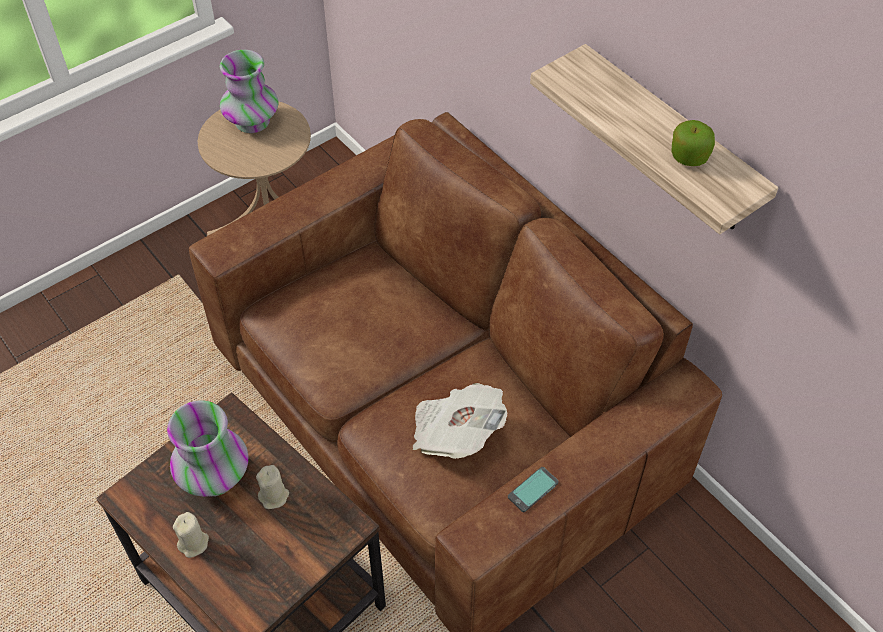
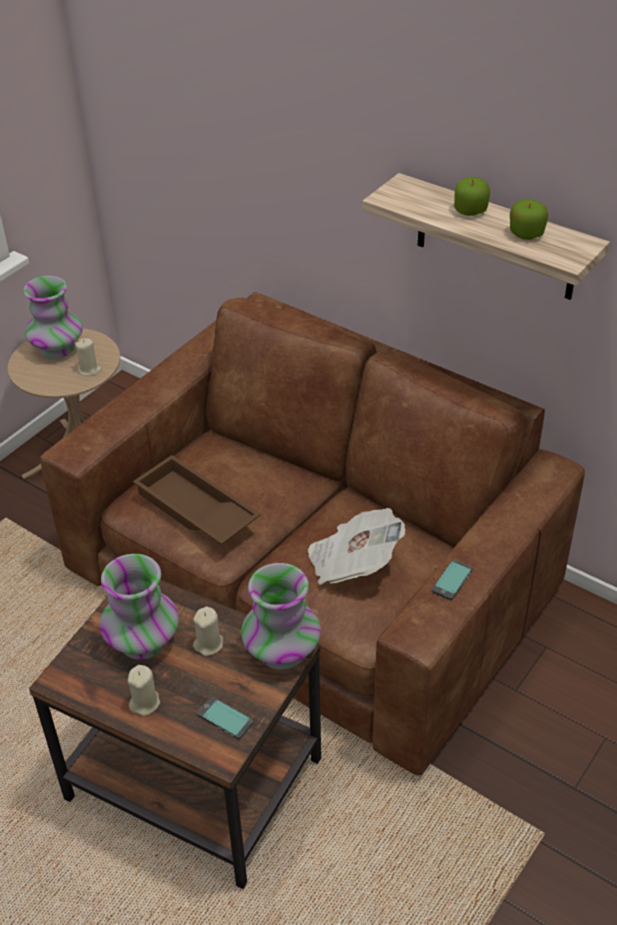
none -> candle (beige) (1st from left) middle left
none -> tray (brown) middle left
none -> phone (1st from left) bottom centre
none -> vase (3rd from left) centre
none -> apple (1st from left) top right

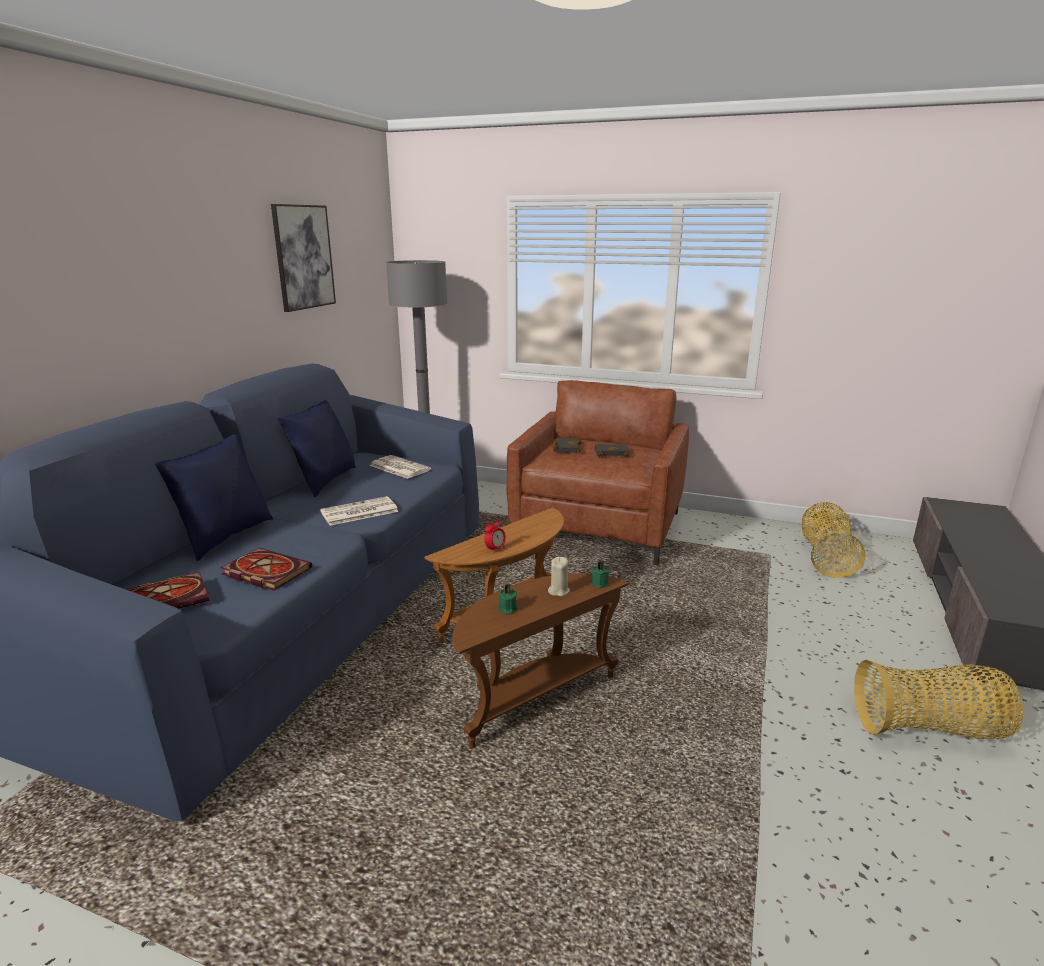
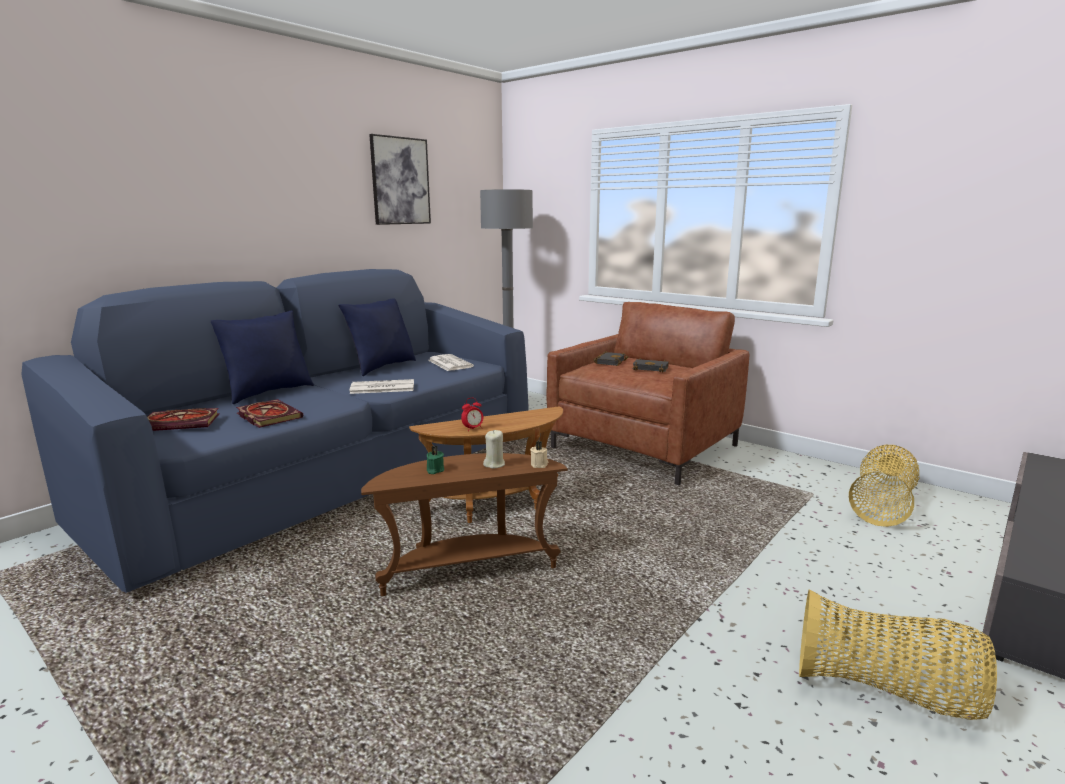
candle (green) (2nd from left) centre -> candle (beige) (2nd from left) centre

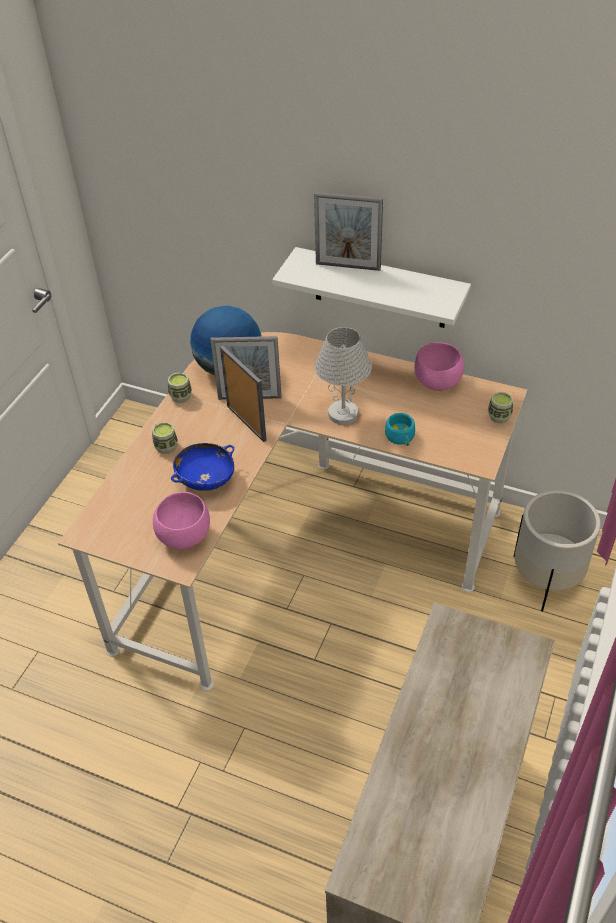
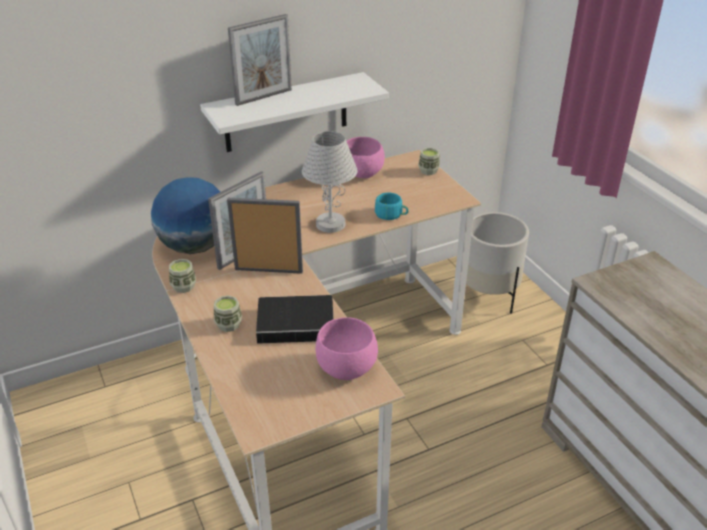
bowl (blue) middle left -> book centre

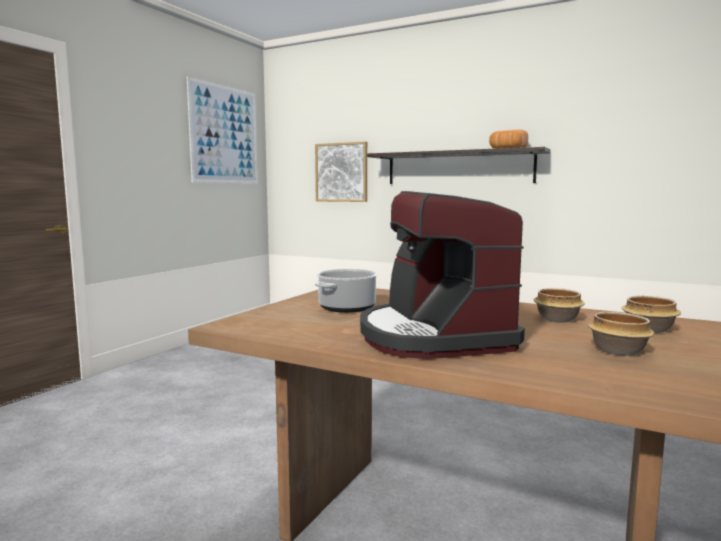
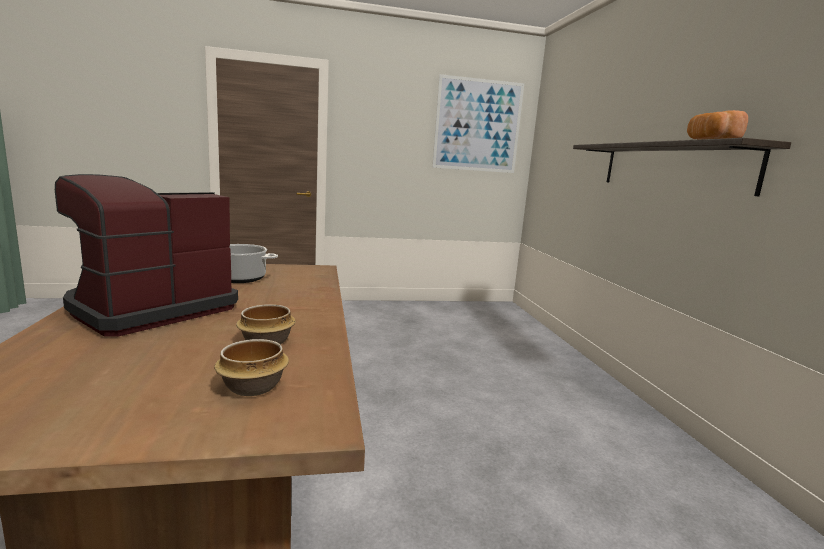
picture (2nd from left) top centre -> none
bowl (2nd from left) middle right -> none

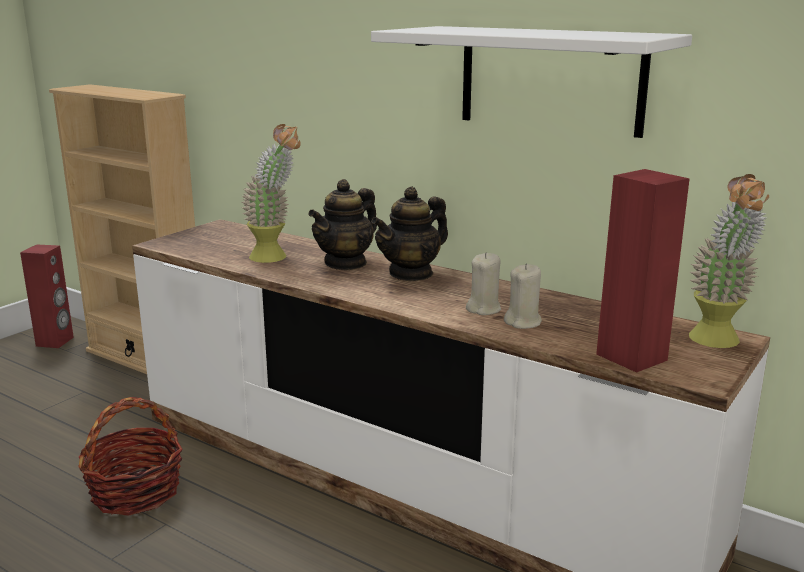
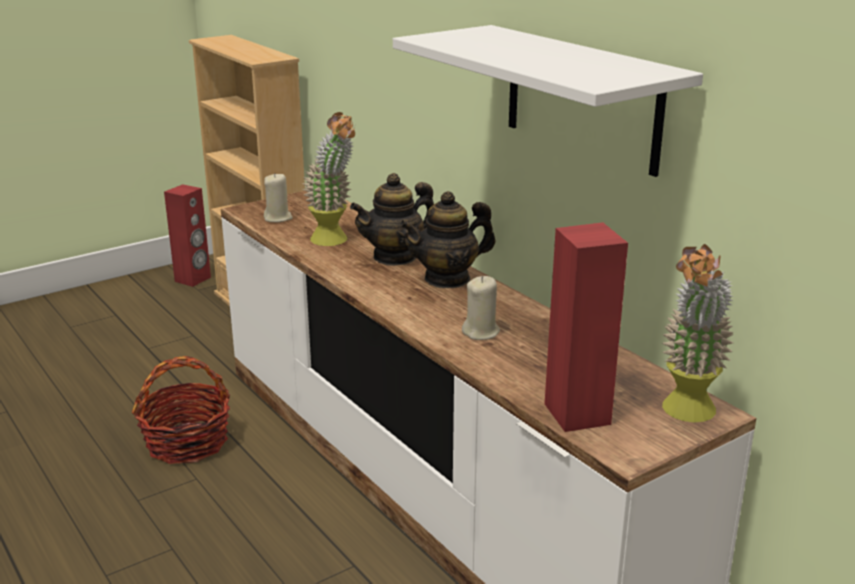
candle (beige) (2nd from left in the first image) centre -> candle (beige) (1st from left) middle left, move

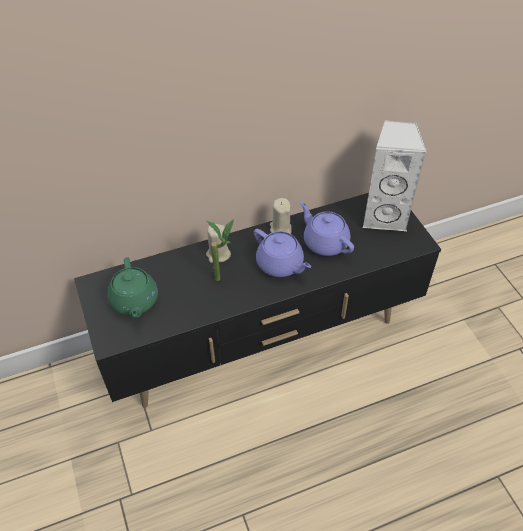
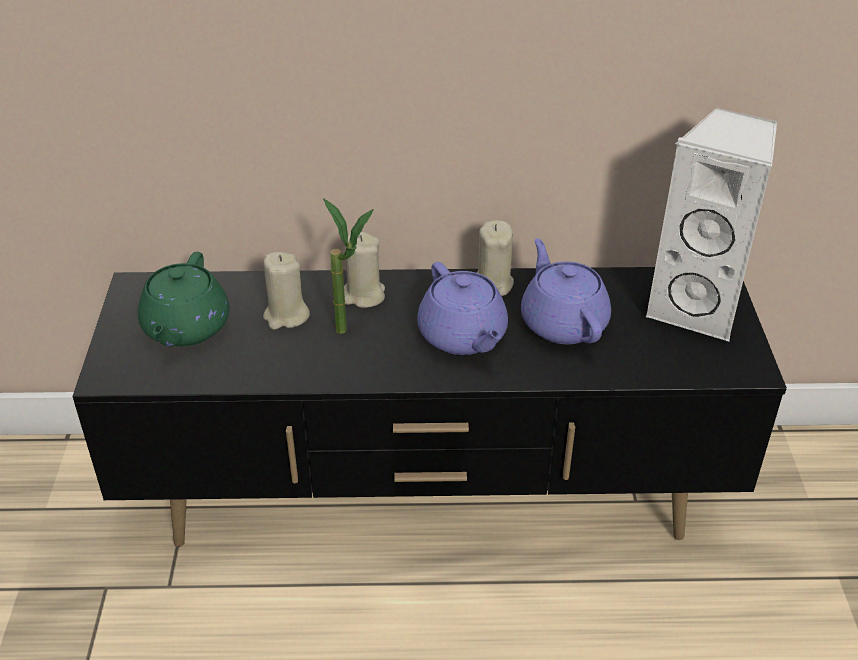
none -> candle (beige) (1st from left) centre

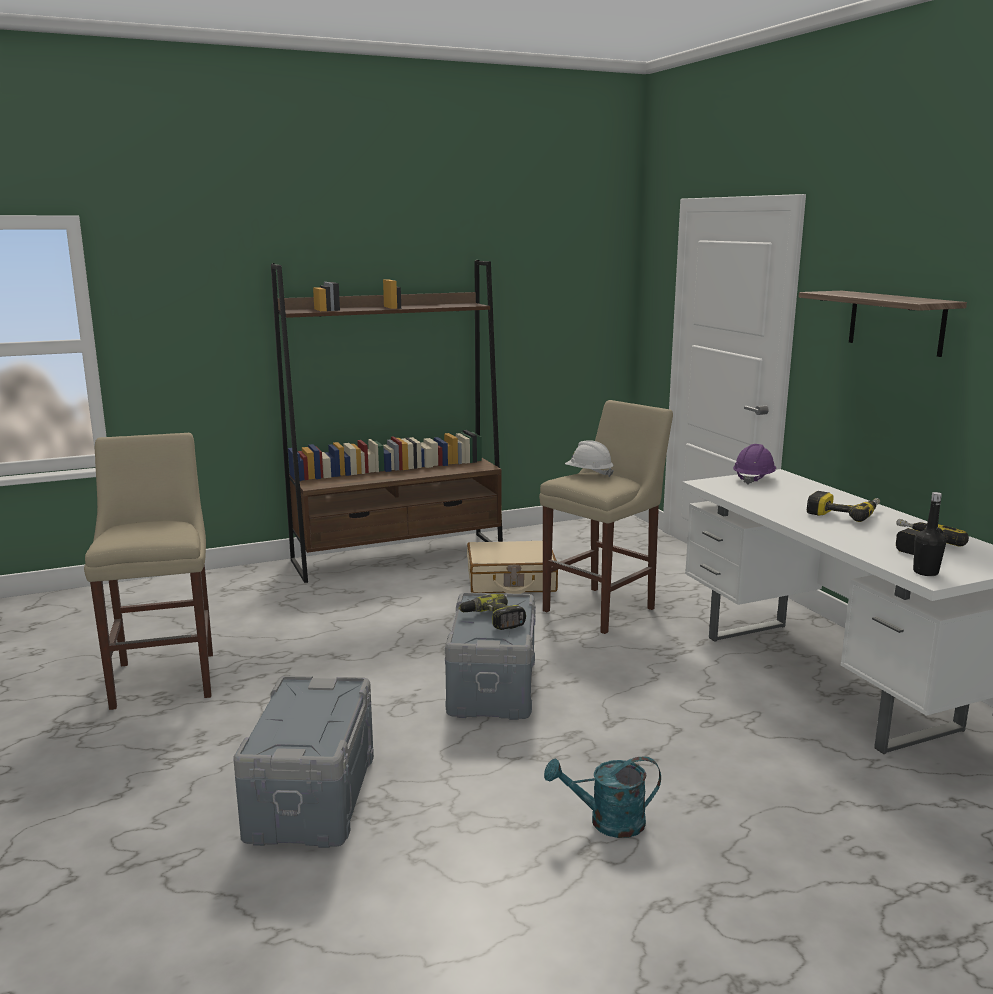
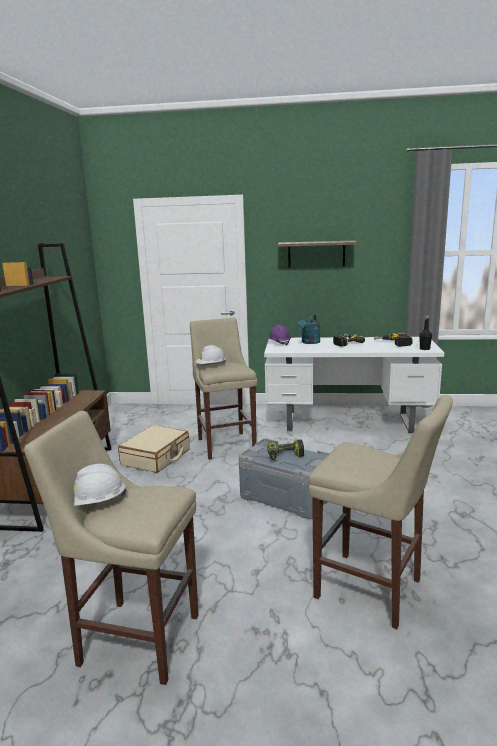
none -> hard hat (white) (1st from left) middle left
watering can (turquoise) bottom centre -> watering can (turquoise) centre, move
storage box (grey) (1st from left) bottom left -> stool (beige) (3rd from left) bottom right

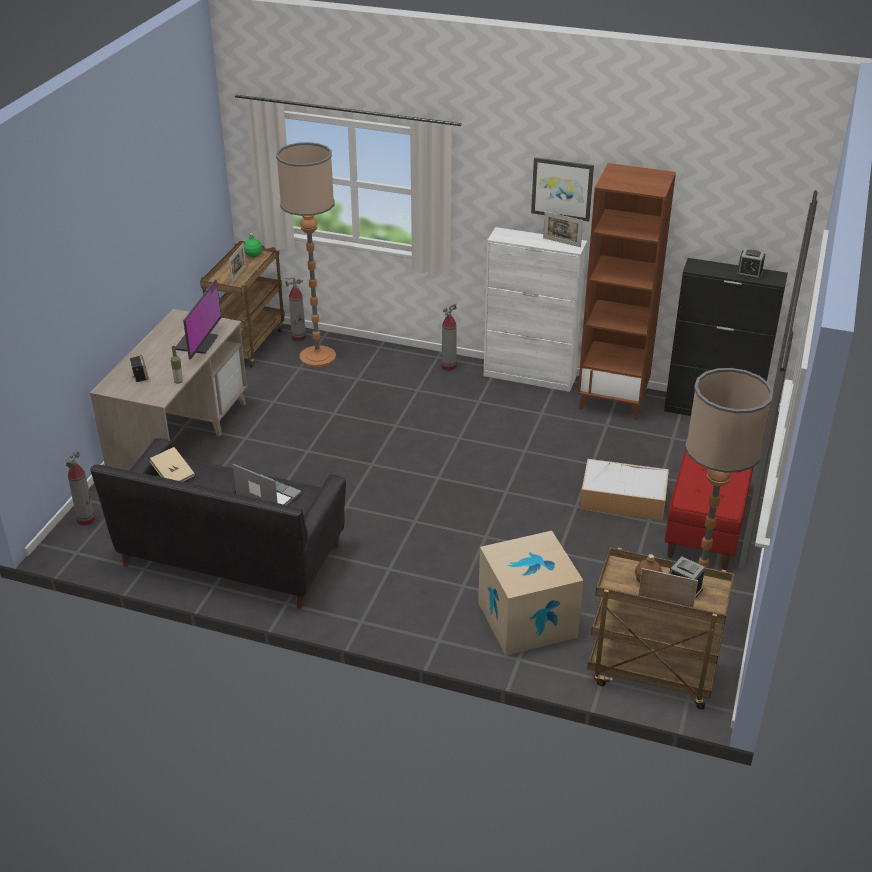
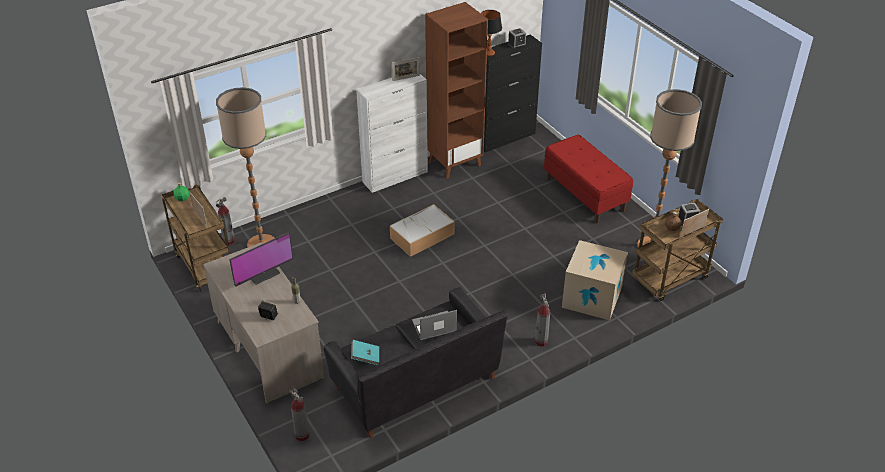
picture top centre -> none
none -> table lamp top centre
fire extinguisher (3rd from left) centre -> fire extinguisher (3rd from left) bottom centre, move
storage box middle right -> storage box centre, move
book (beige) middle left -> book (turquoise) bottom centre
monitor middle left, 90 degrees clockwise

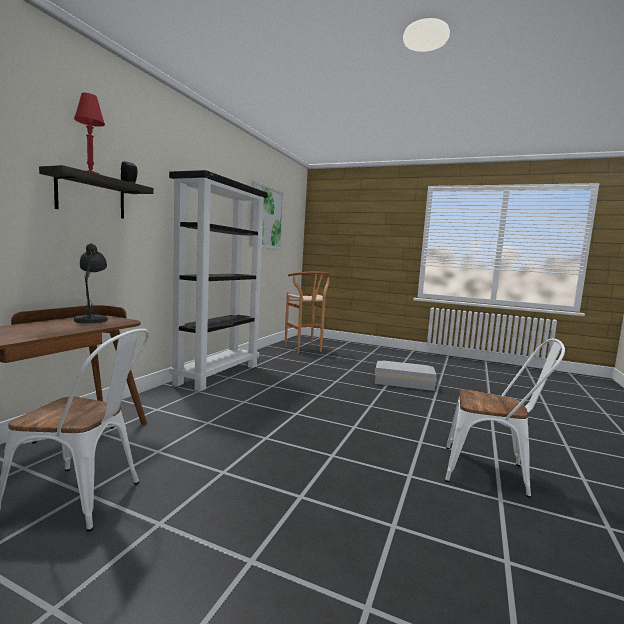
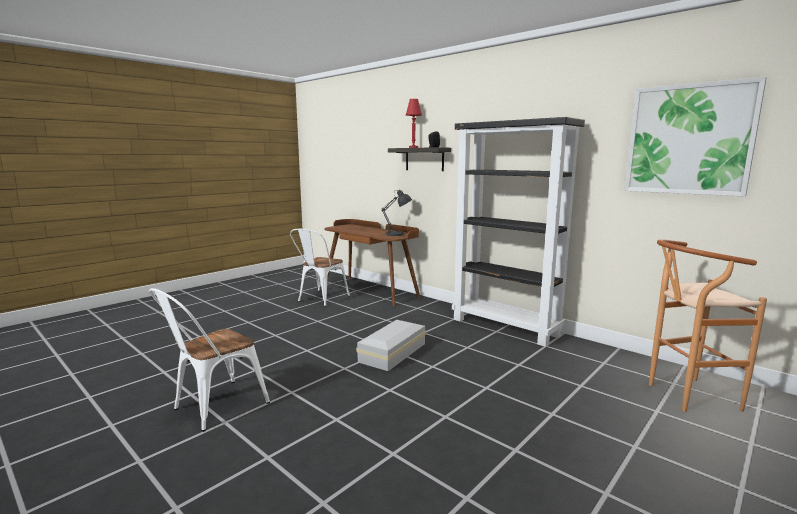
storage box (white) centre -> storage box (white) bottom centre, move

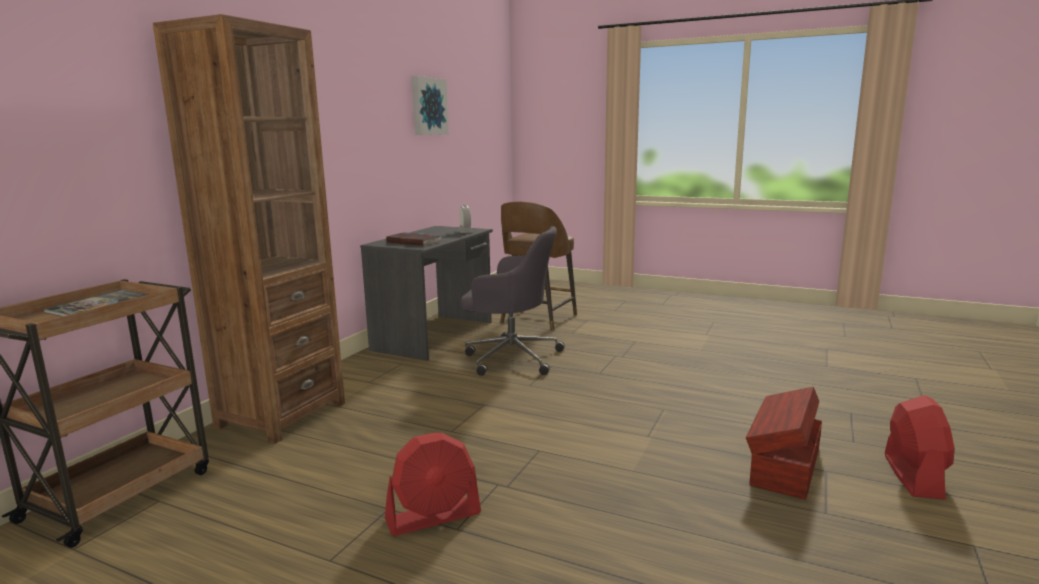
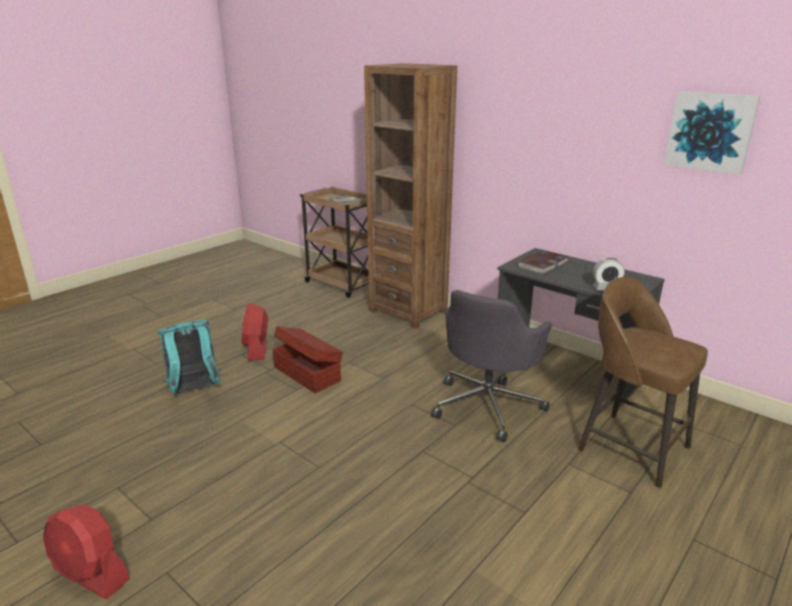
none -> backpack (turquoise) middle left
storage box (brown) bottom right -> storage box (brown) centre, move

